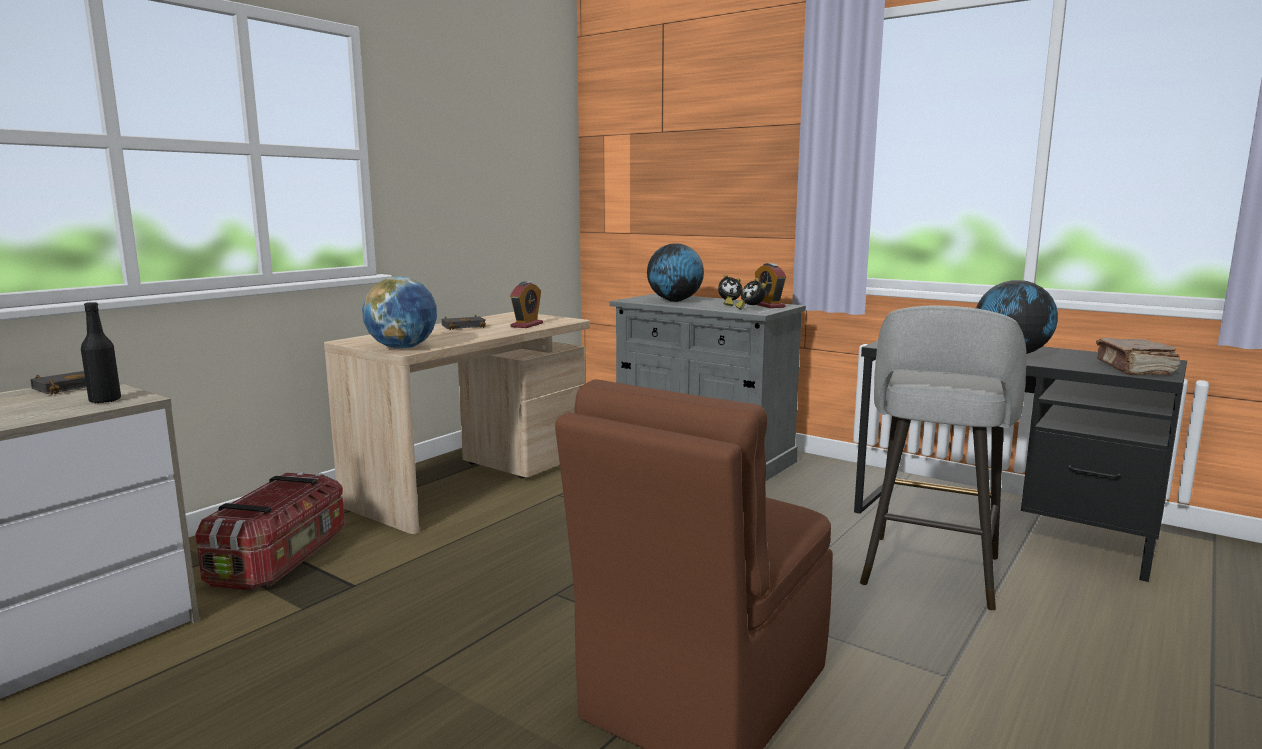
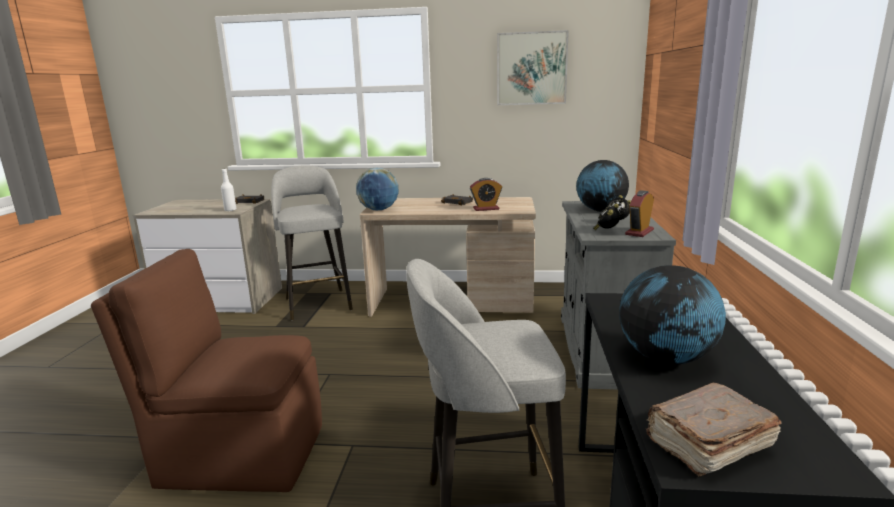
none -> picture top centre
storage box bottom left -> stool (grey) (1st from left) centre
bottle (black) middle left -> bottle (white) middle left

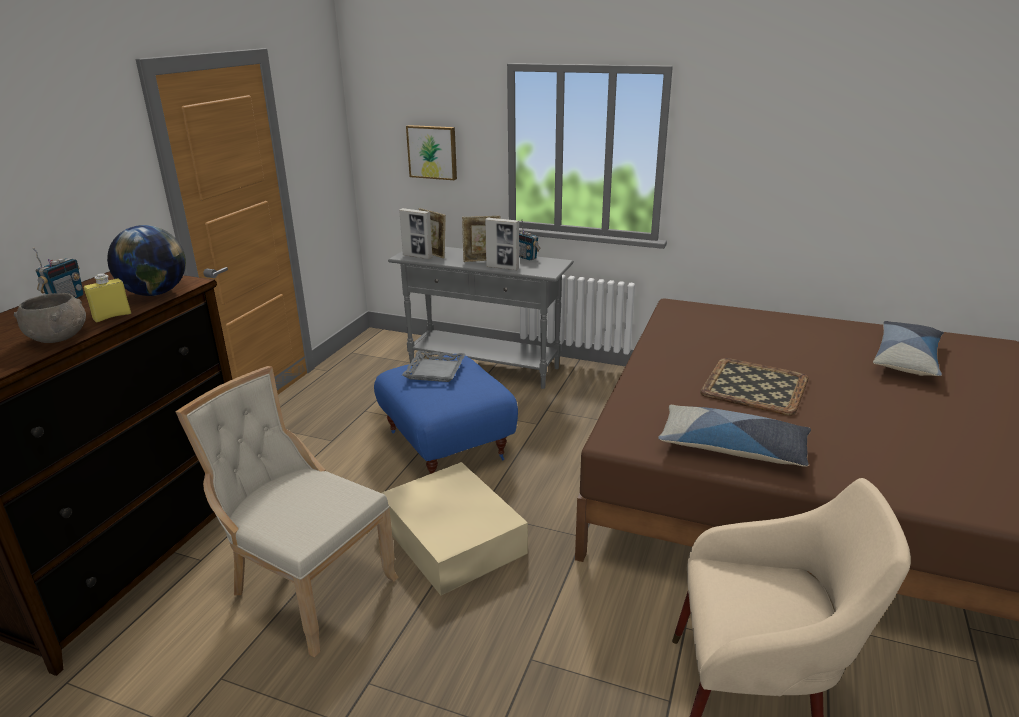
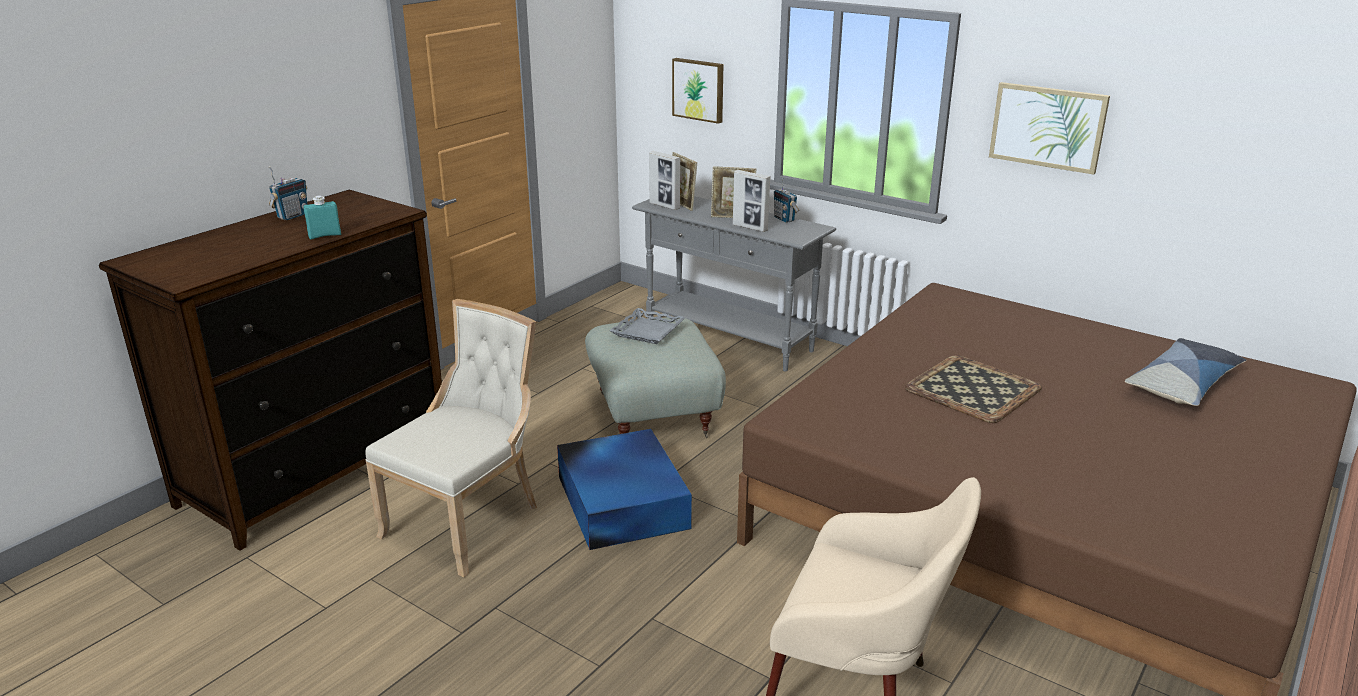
bowl (grey) middle left -> none
globe middle left -> none
pillow (1st from left) middle right -> none
none -> picture (2nd from left) top right
bottle (yellow) middle left -> bottle (turquoise) top left
ottoman (blue) centre -> ottoman (grey) centre
storage box (beige) bottom centre -> storage box (blue) bottom centre
chair (beige) bottom left -> chair (beige) middle left, 75 degrees clockwise

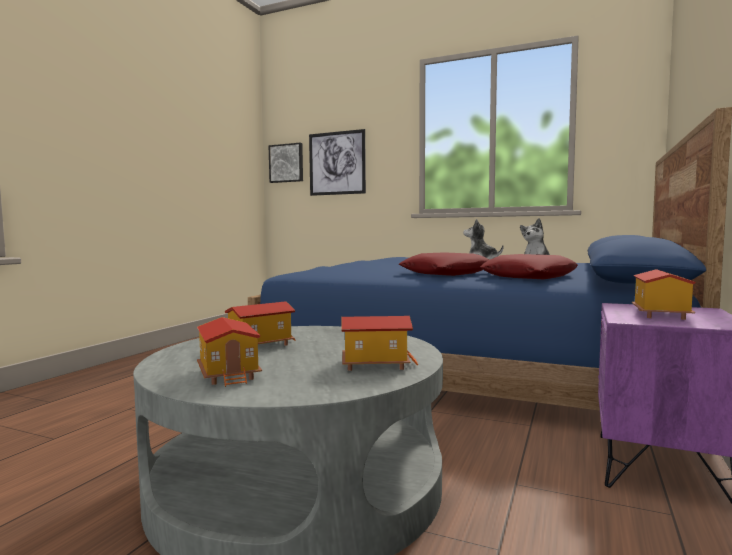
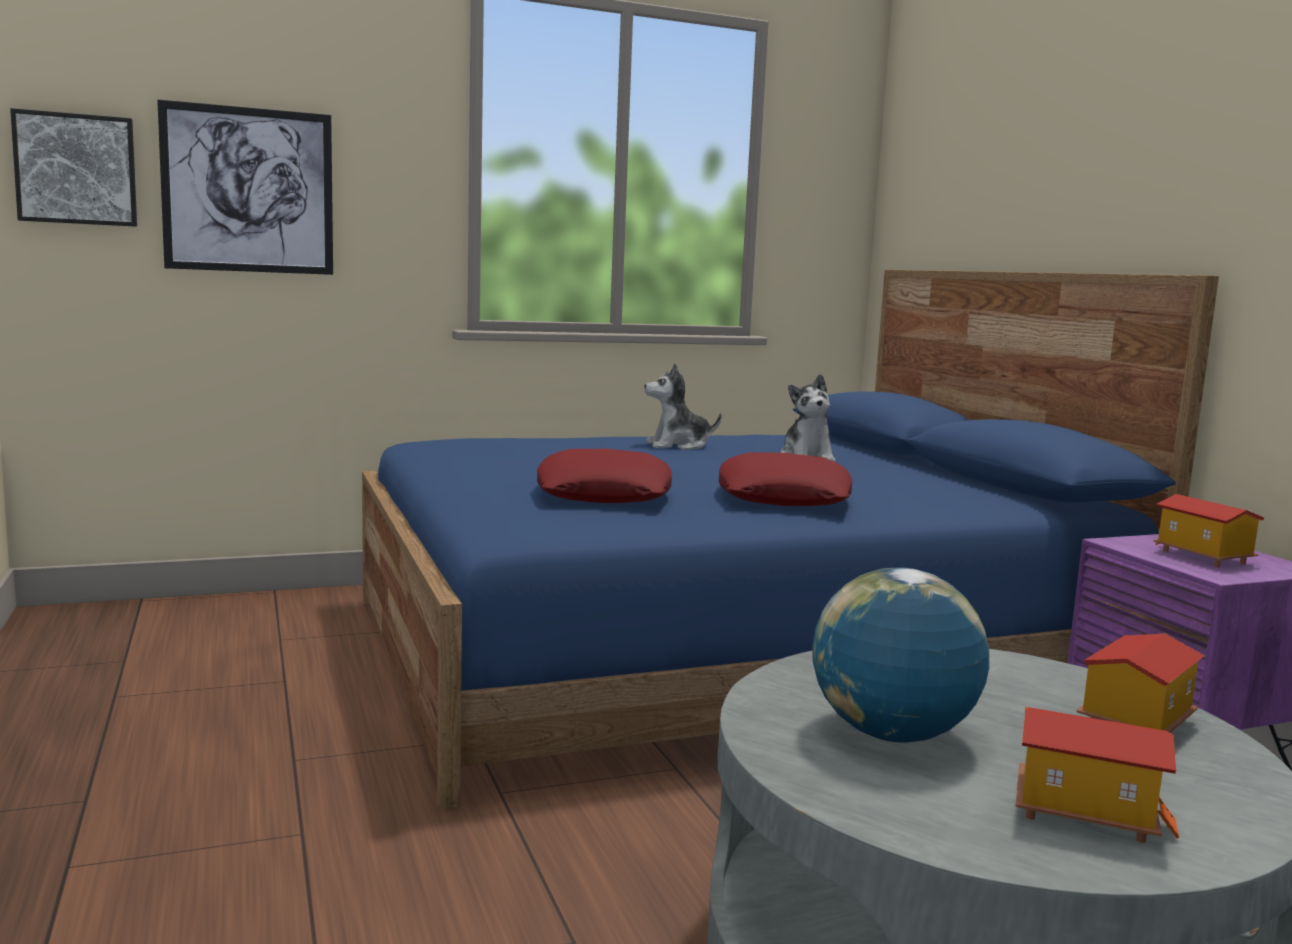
pillow (red) (2nd from left in the first image) middle right -> pillow (red) (1st from left) centre, move
toy house (2nd from left) centre -> globe bottom right

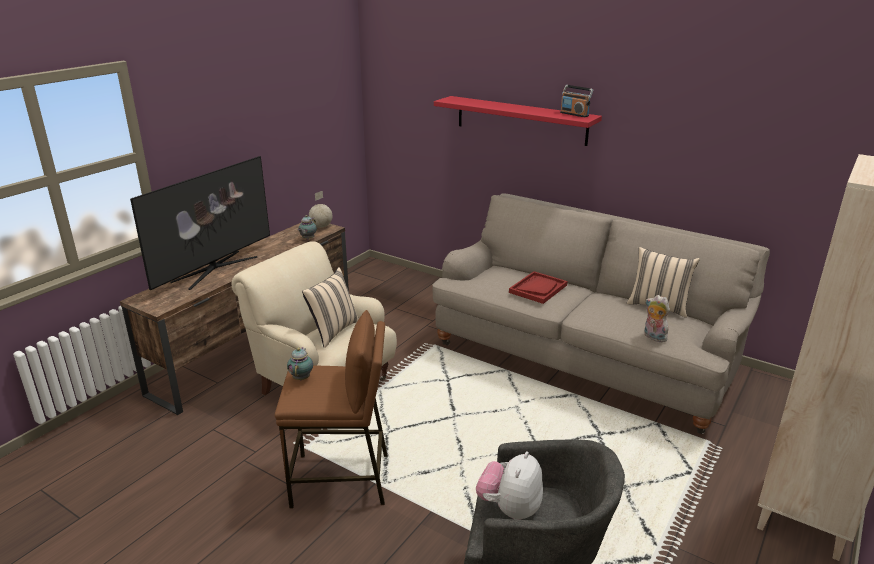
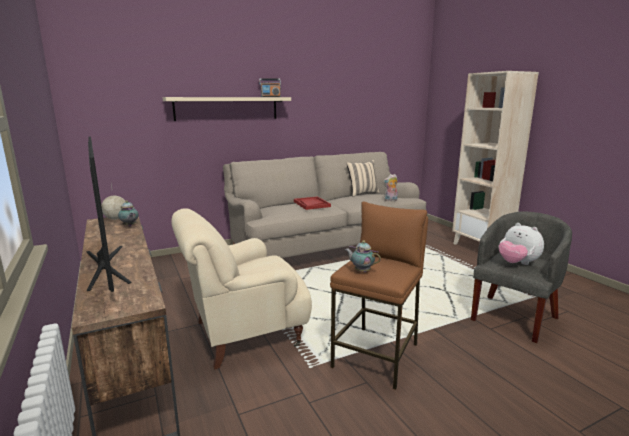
pillow (beige) (1st from left) centre -> none
shelf (red) top centre -> shelf (beige) top centre

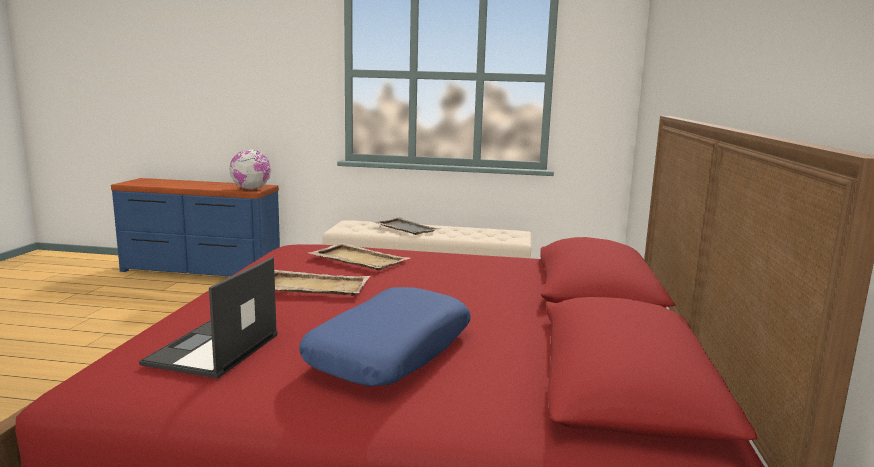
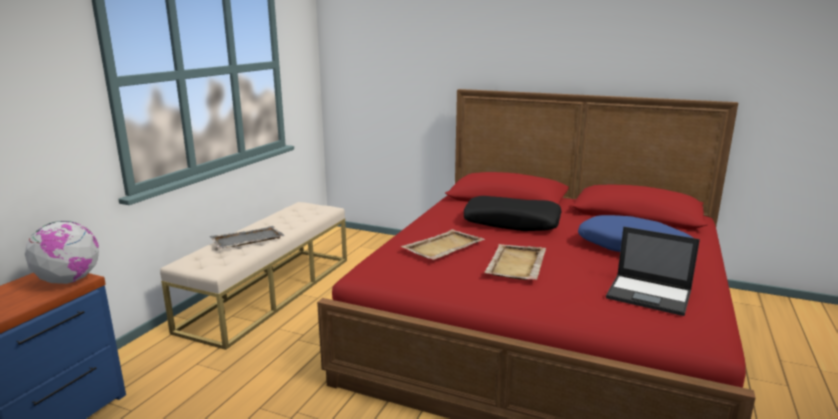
none -> pillow (black) centre

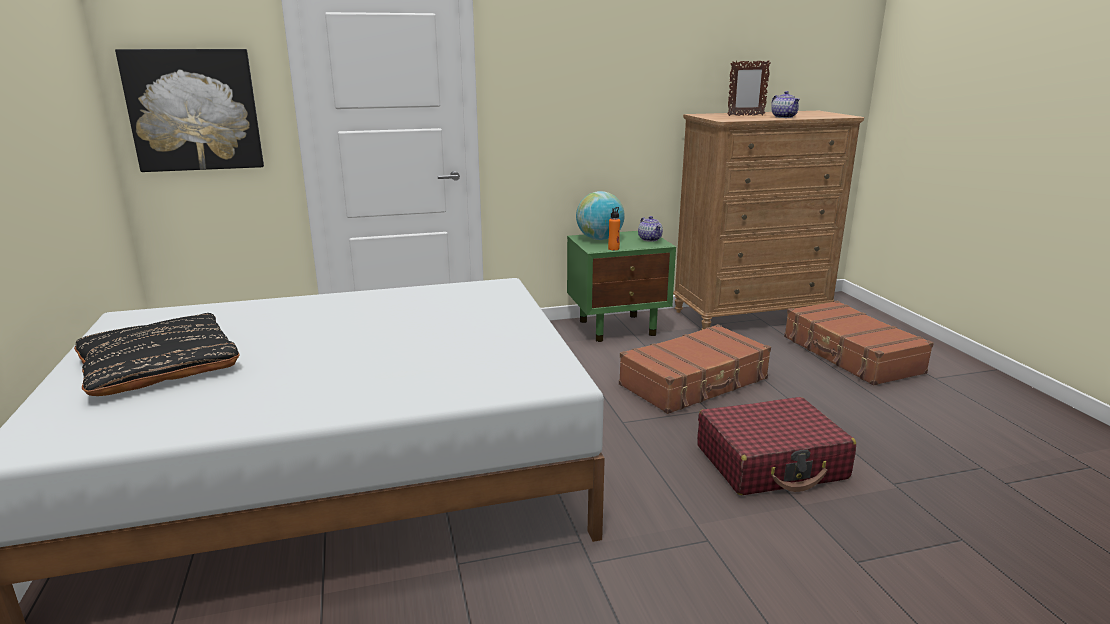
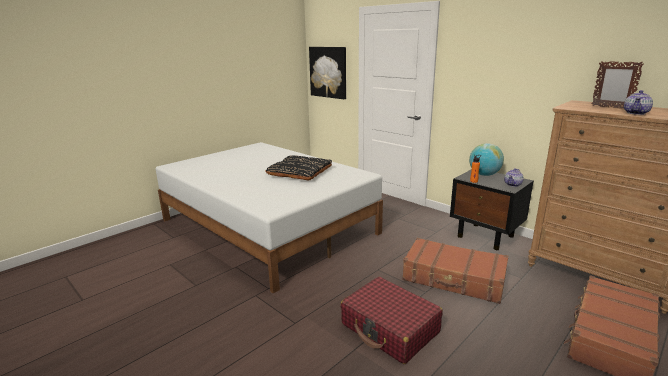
pillow (black) middle left -> pillow (black) centre, move
nightstand (green) centre -> nightstand (black) middle right

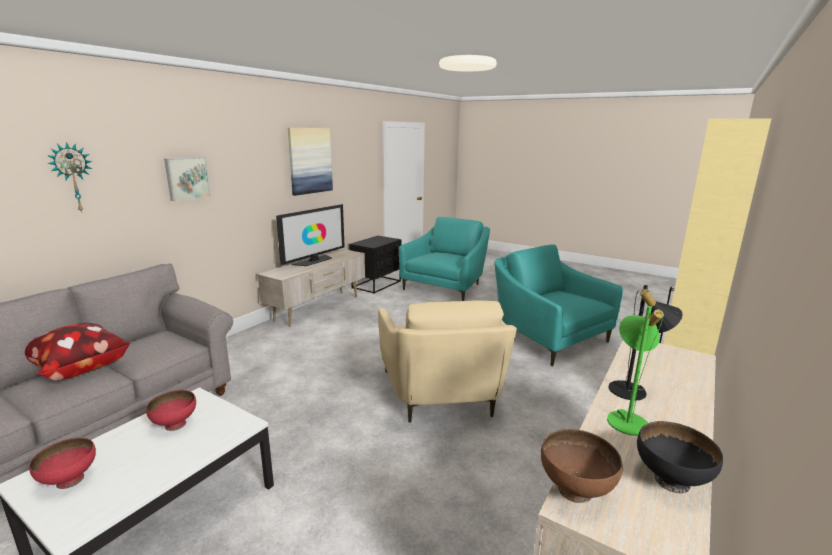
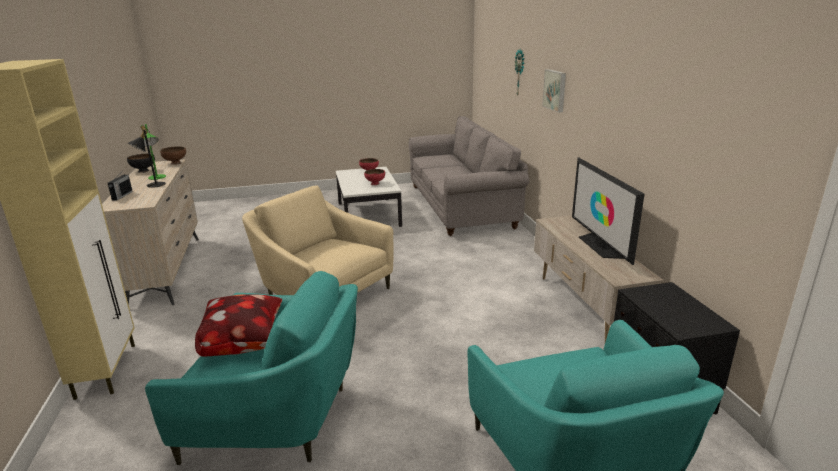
picture (2nd from left) top centre -> none
none -> radio middle left
pillow middle left -> pillow bottom left, move

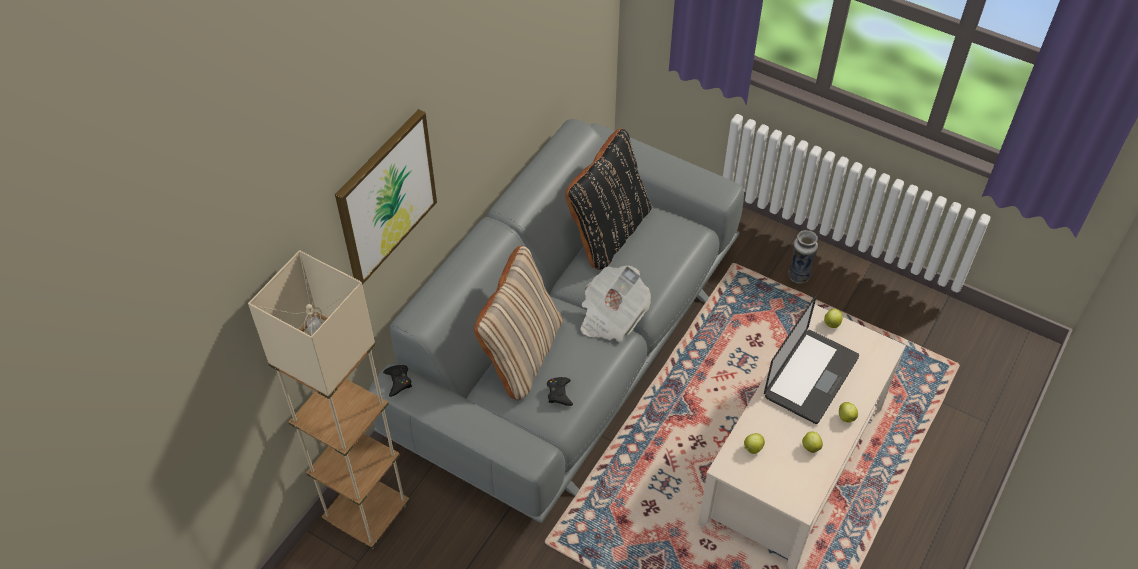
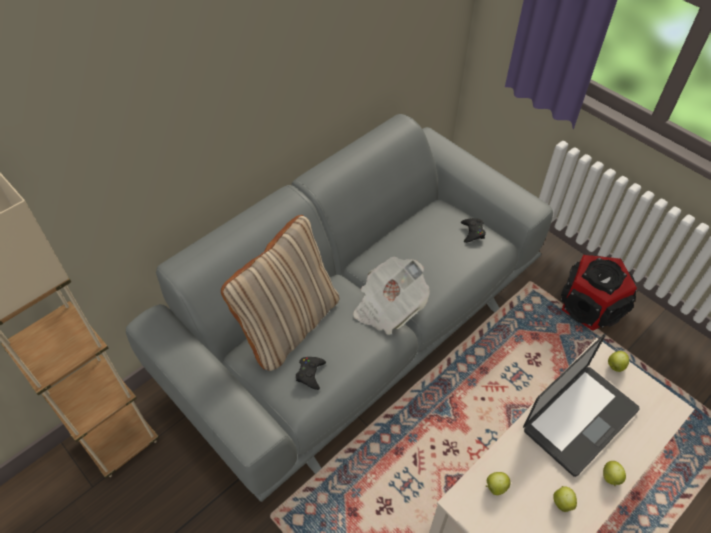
picture centre -> none
pillow (black) centre -> none
game controller (black) (1st from left in the first image) bottom centre -> game controller (black) (2nd from left) centre, move
vase middle right -> speaker middle right

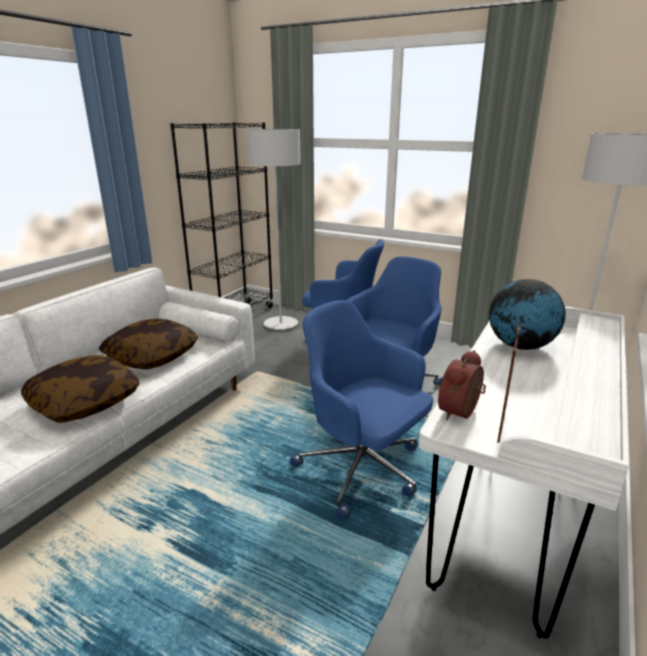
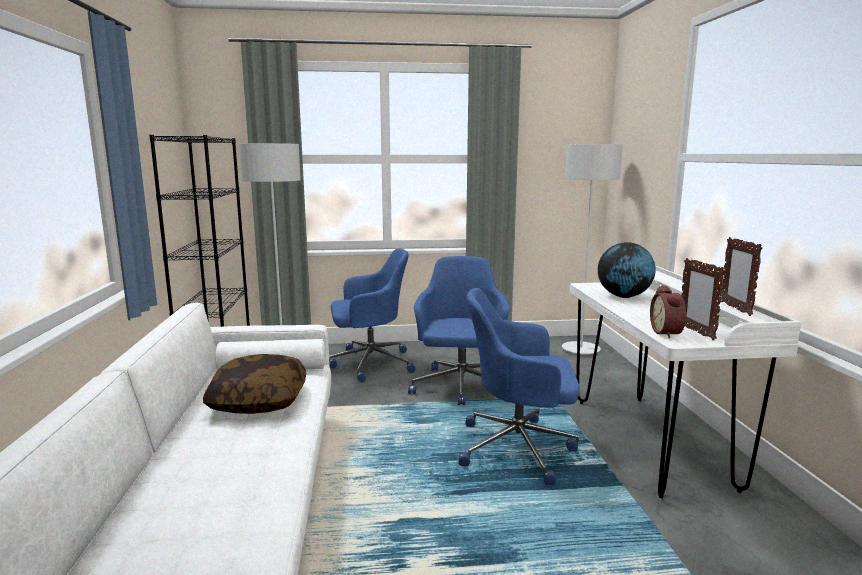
pillow (1st from left) middle left -> none
none -> picture frame (2nd from left) middle right

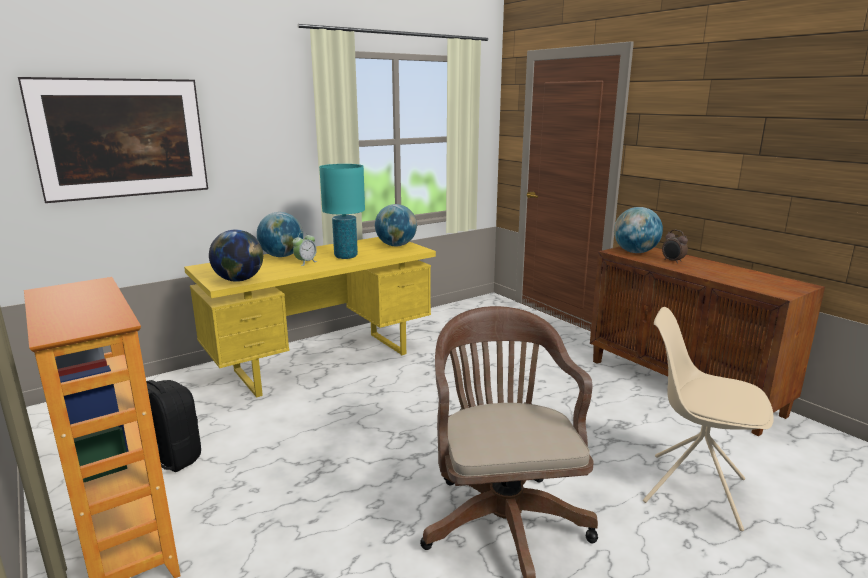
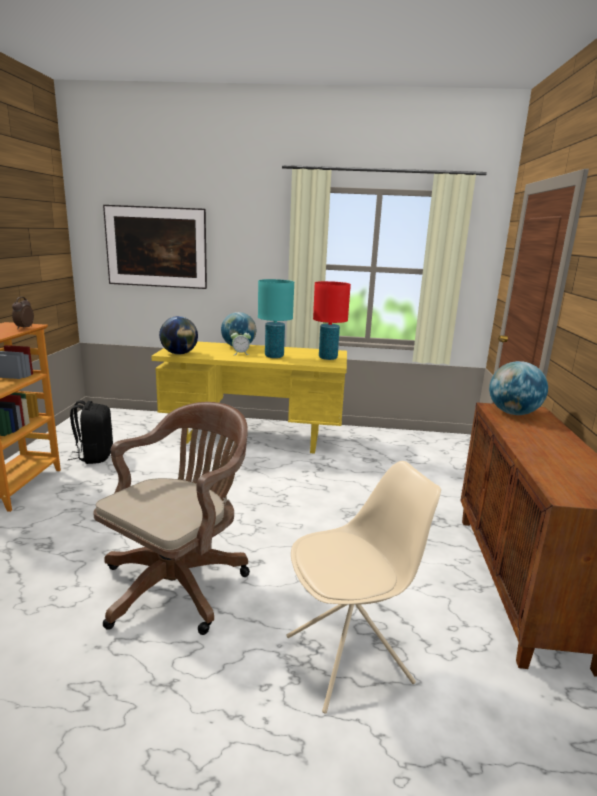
alarm clock (2nd from left in the first image) middle right -> alarm clock (1st from left) middle left, move
globe (3rd from left) centre -> table lamp (red) centre
chair (beige) bottom right -> chair (beige) bottom centre, 90 degrees clockwise

